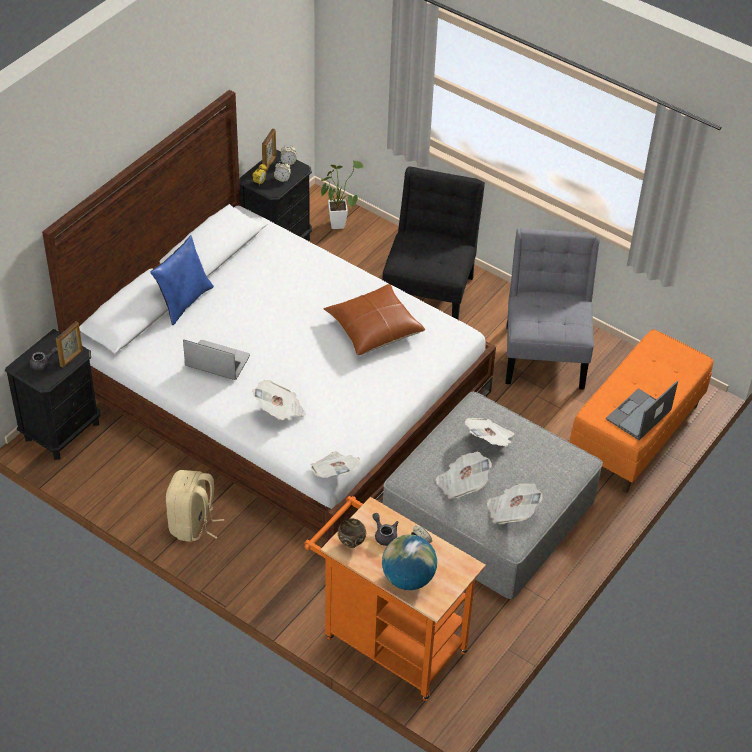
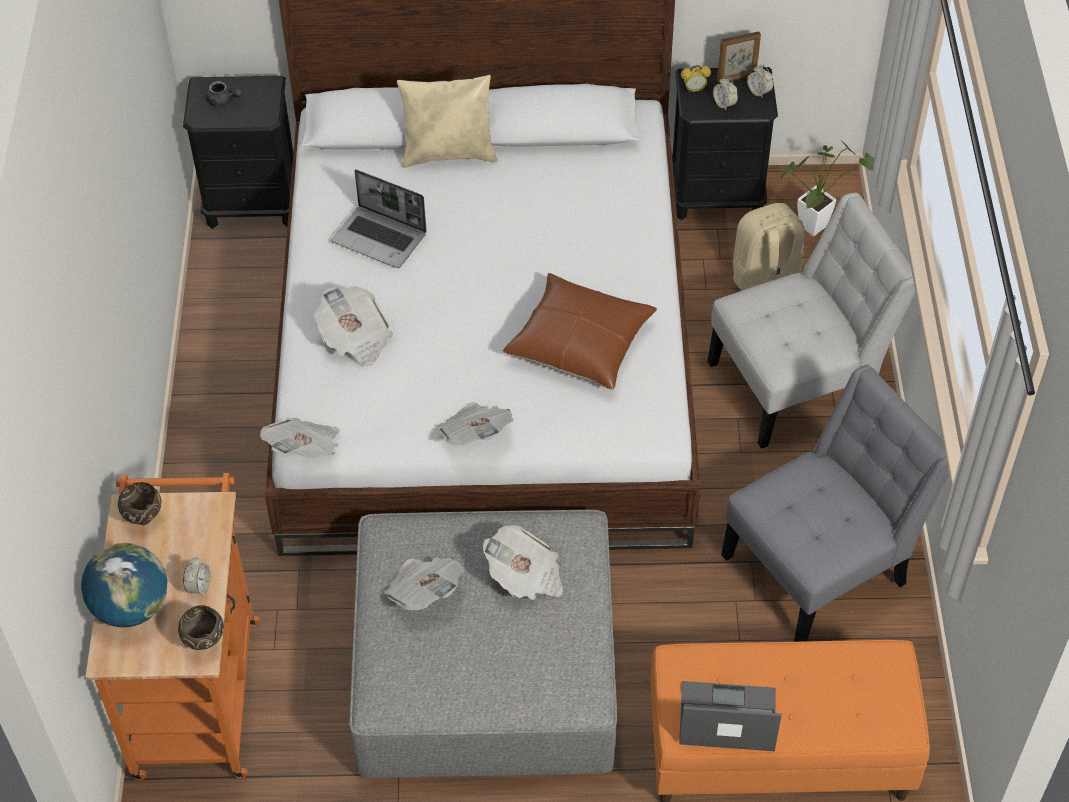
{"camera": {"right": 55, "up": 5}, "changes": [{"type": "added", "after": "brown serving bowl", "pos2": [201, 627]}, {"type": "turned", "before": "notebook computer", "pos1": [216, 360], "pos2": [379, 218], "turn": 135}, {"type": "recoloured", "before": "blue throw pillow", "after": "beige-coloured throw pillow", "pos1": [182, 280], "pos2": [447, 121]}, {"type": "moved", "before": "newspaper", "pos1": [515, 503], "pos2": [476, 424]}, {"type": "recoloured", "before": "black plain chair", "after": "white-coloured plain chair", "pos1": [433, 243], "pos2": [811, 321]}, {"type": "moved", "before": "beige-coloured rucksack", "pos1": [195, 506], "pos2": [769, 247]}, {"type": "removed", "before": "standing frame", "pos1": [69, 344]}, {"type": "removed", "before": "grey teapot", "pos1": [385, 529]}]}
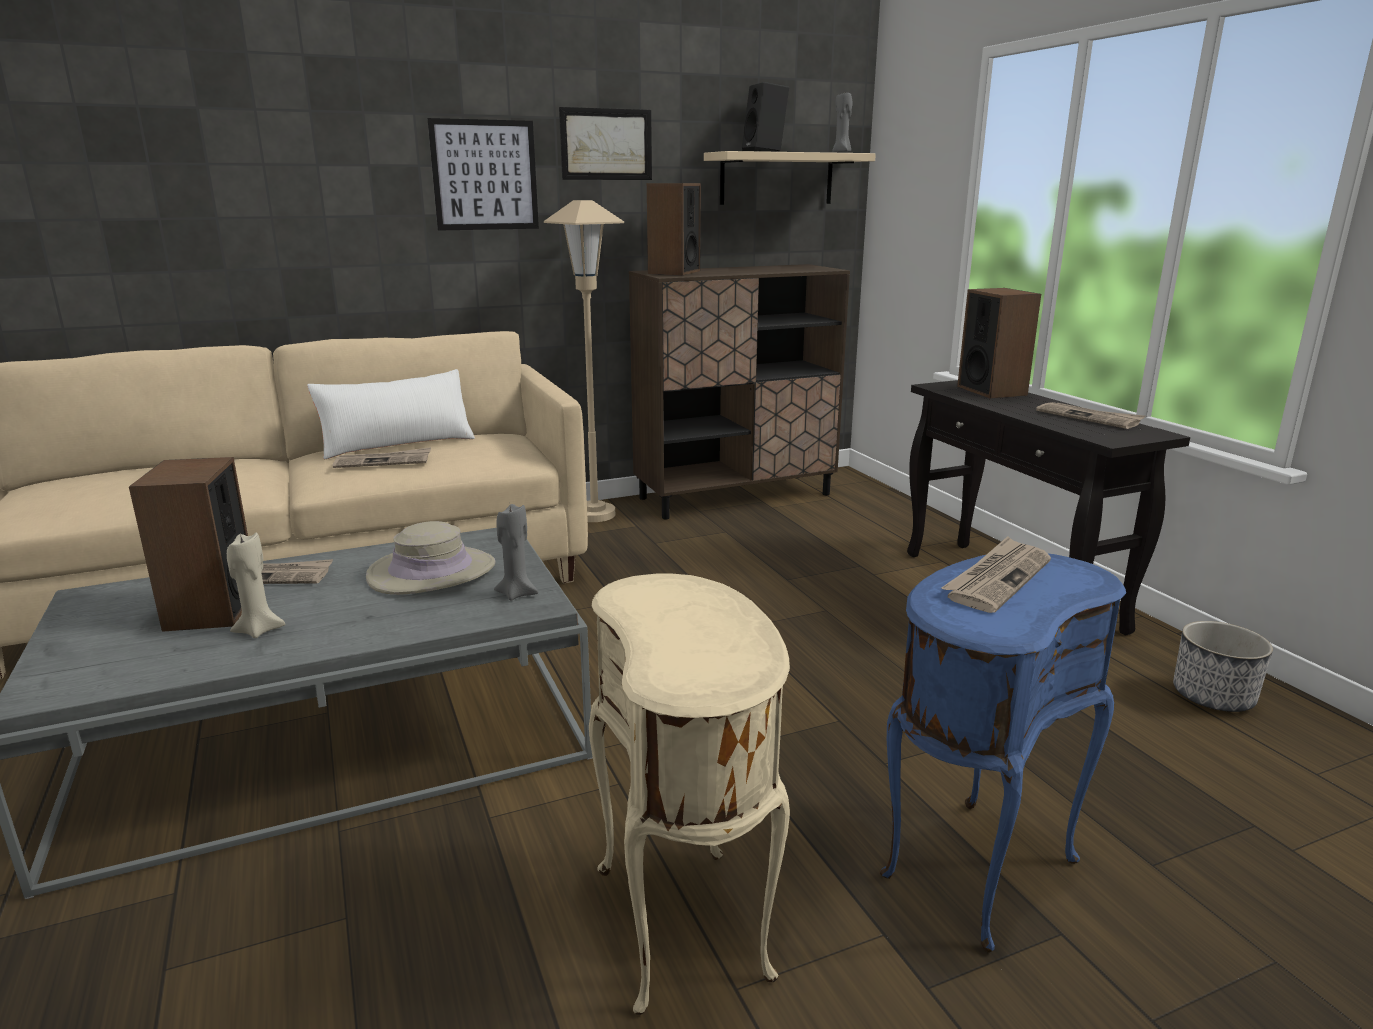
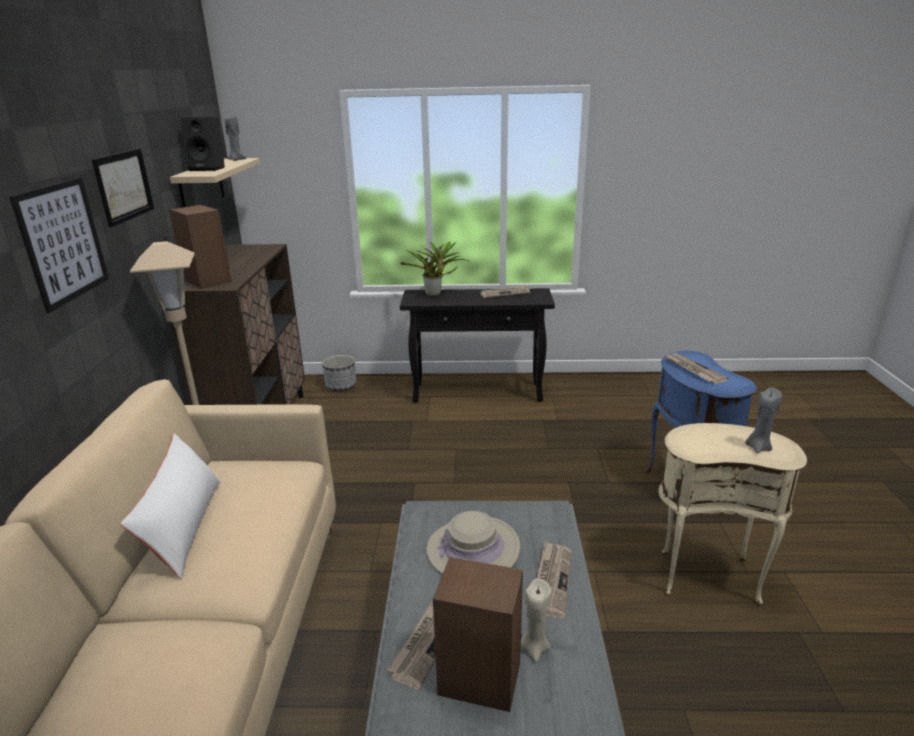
{"camera": {"right": -65, "up": 5}, "changes": [{"type": "moved", "before": "plant pot", "pos1": [1223, 666], "pos2": [339, 373]}, {"type": "replaced", "before": "speaker", "after": "houseplant", "pos1": [999, 343], "pos2": [434, 268]}, {"type": "moved", "before": "newspaper", "pos1": [382, 457], "pos2": [554, 579]}, {"type": "moved", "before": "grey candle", "pos1": [516, 552], "pos2": [763, 420]}]}
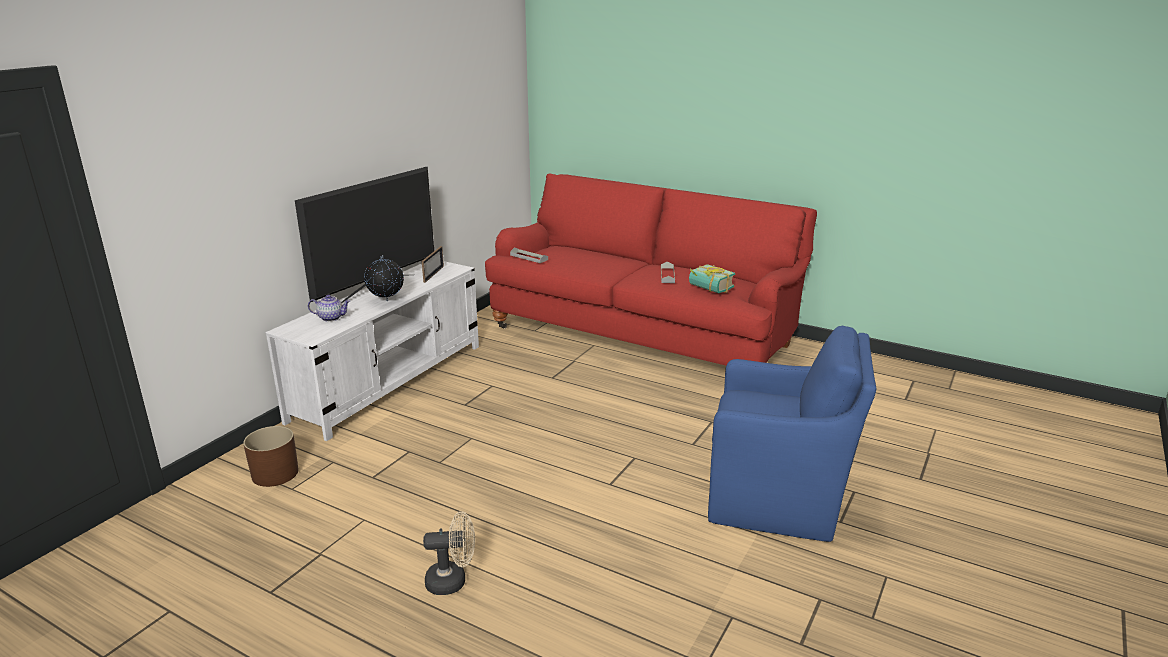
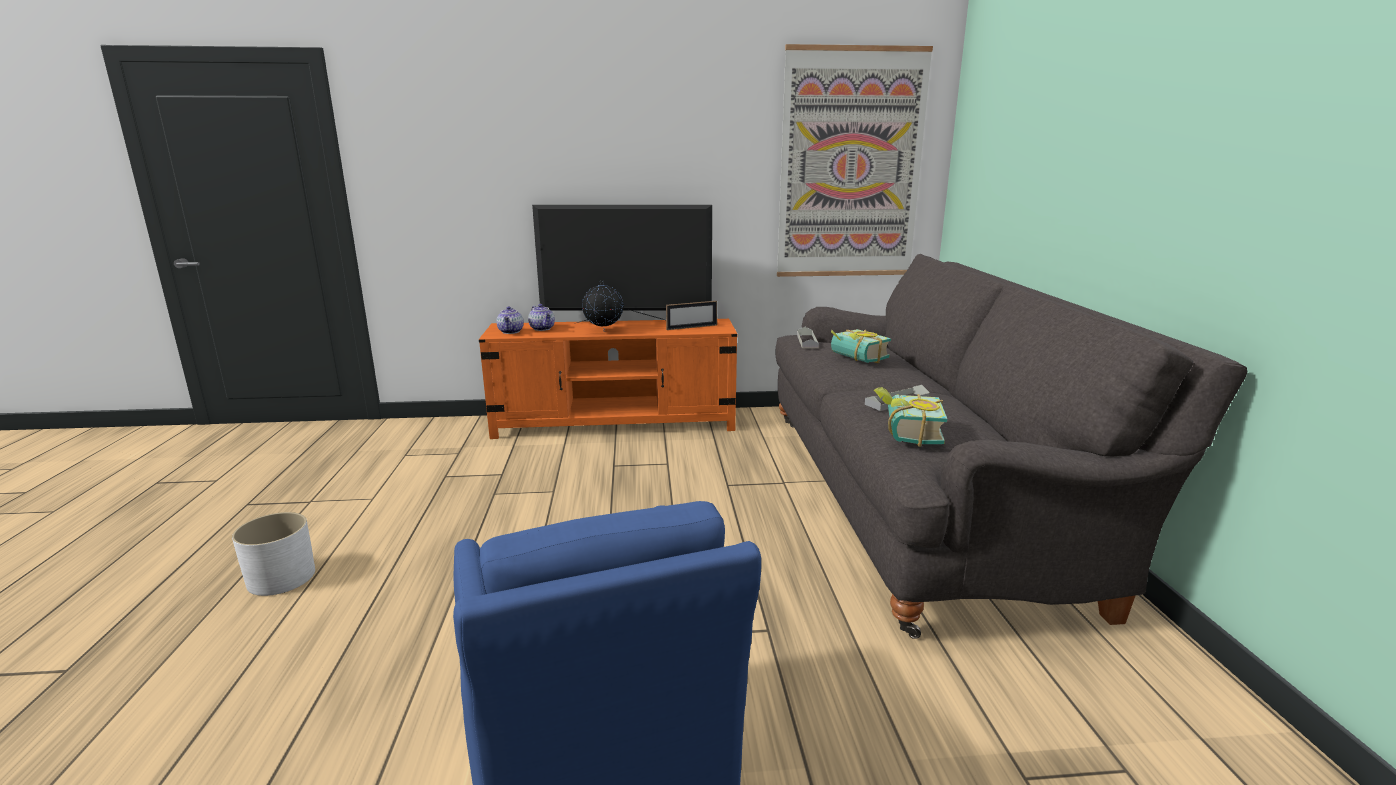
{"camera": {"right": 55, "up": -5}, "changes": [{"type": "replaced", "before": "beige-coloured fan", "after": "white-coloured plant pot", "pos1": [449, 553], "pos2": [273, 554]}, {"type": "recoloured", "before": "white-coloured media console", "after": "orange media console", "pos1": [372, 351], "pos2": [608, 379]}, {"type": "added", "after": "teapot", "pos2": [510, 320]}, {"type": "recoloured", "before": "red-coloured settee", "after": "grey settee", "pos1": [651, 269], "pos2": [1011, 446]}, {"type": "added", "after": "wall picture", "pos2": [855, 160]}, {"type": "added", "after": "bound book", "pos2": [861, 346]}, {"type": "removed", "before": "brown plant pot", "pos1": [270, 456]}]}
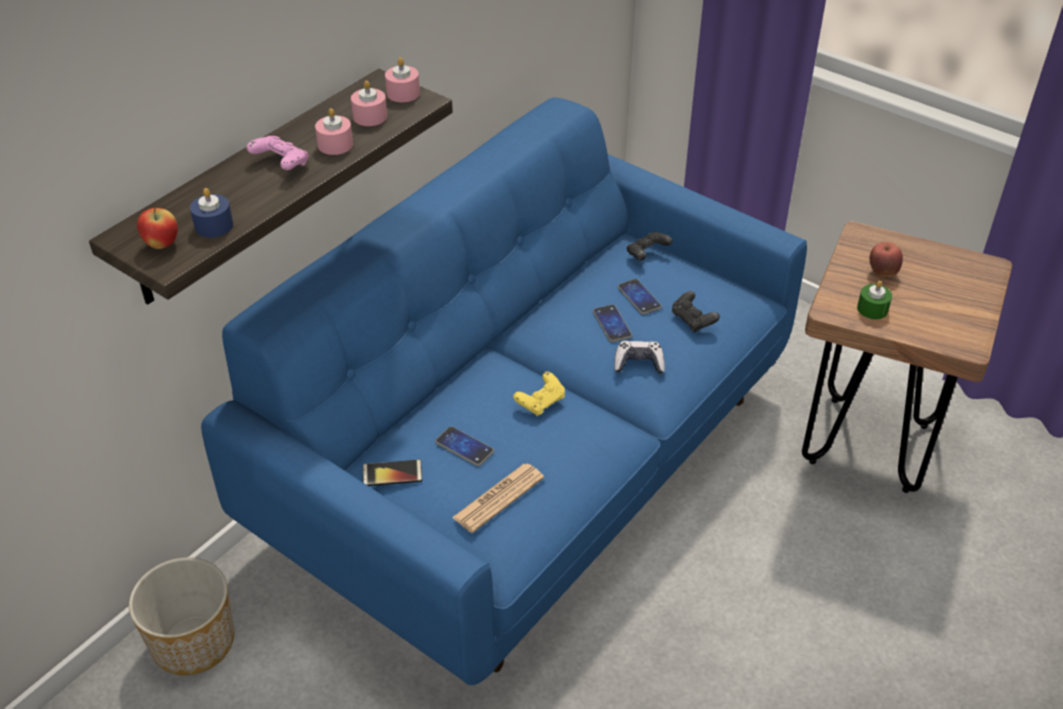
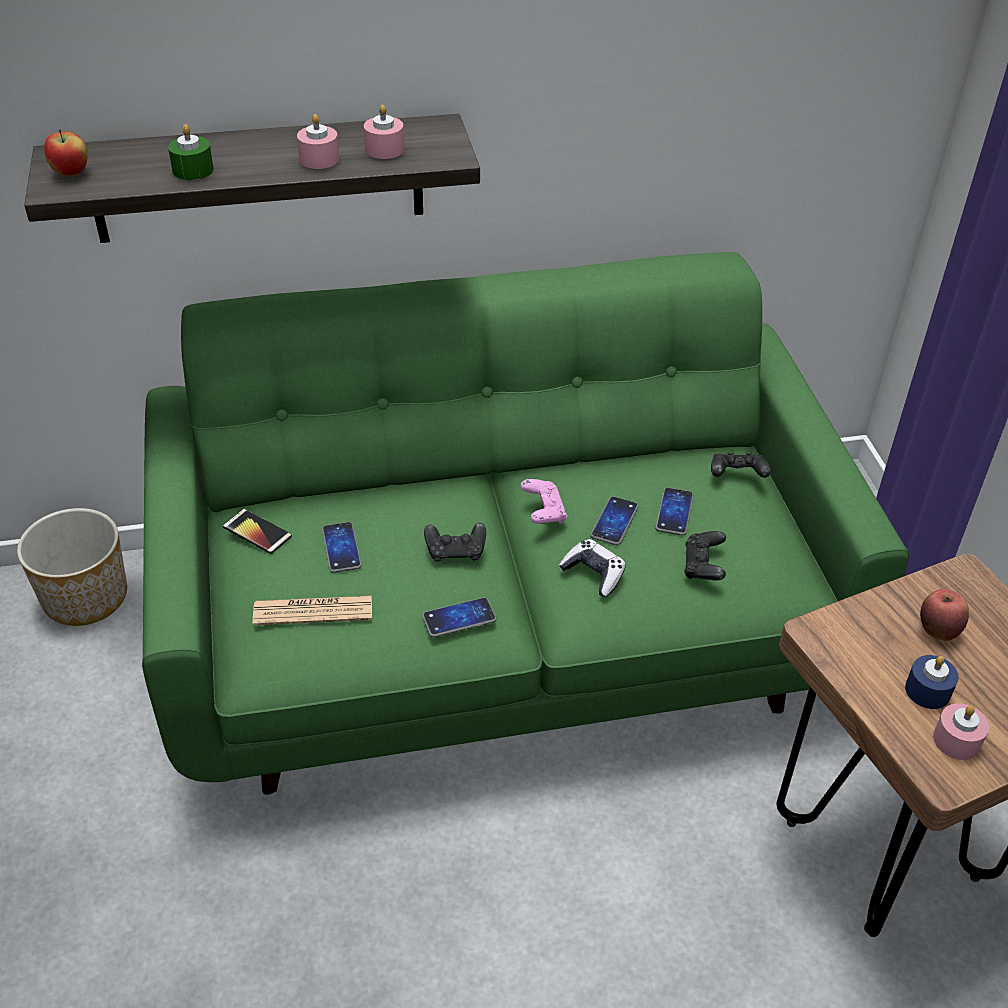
{"camera": {"right": 40, "up": 0}, "changes": [{"type": "recoloured", "before": "blue settee", "after": "green-coloured settee", "pos1": [504, 391], "pos2": [525, 523]}, {"type": "moved", "before": "green-coloured candle", "pos1": [874, 300], "pos2": [191, 152]}, {"type": "added", "after": "handset", "pos2": [459, 617]}, {"type": "recoloured", "before": "yellow joypad", "after": "black joypad", "pos1": [539, 394], "pos2": [455, 542]}, {"type": "moved", "before": "pink joypad", "pos1": [277, 153], "pos2": [544, 501]}, {"type": "moved", "before": "blue candle", "pos1": [211, 213], "pos2": [932, 682]}, {"type": "moved", "before": "pink candle", "pos1": [402, 80], "pos2": [961, 731]}]}
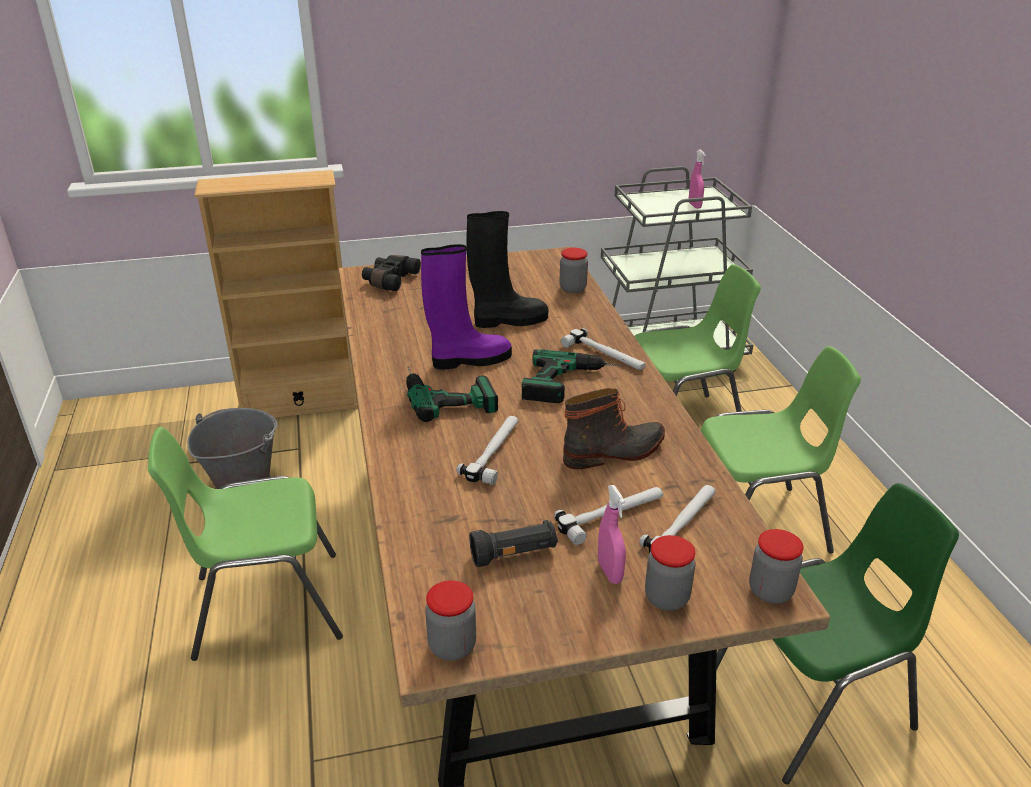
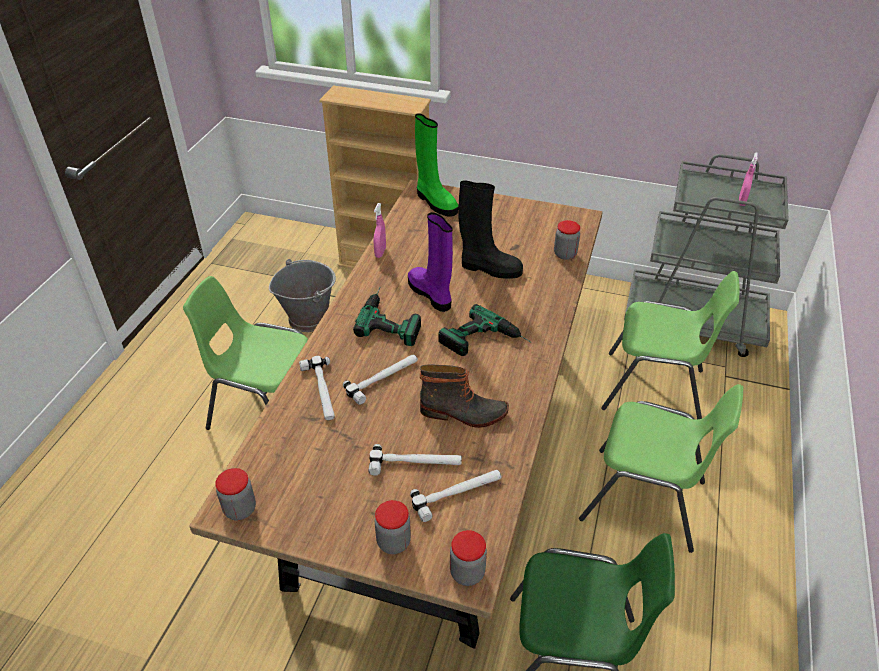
{"camera": {"right": 30, "up": 10}, "changes": [{"type": "moved", "before": "hammer", "pos1": [603, 349], "pos2": [317, 388]}, {"type": "moved", "before": "pink sprayer", "pos1": [612, 534], "pos2": [379, 230]}, {"type": "turned", "before": "purplish tall boot", "pos1": [466, 307], "pos2": [430, 262], "turn": -135}, {"type": "replaced", "before": "black binoculars", "after": "green-coloured tall boot", "pos1": [391, 273], "pos2": [436, 164]}, {"type": "removed", "before": "black torch", "pos1": [513, 543]}]}
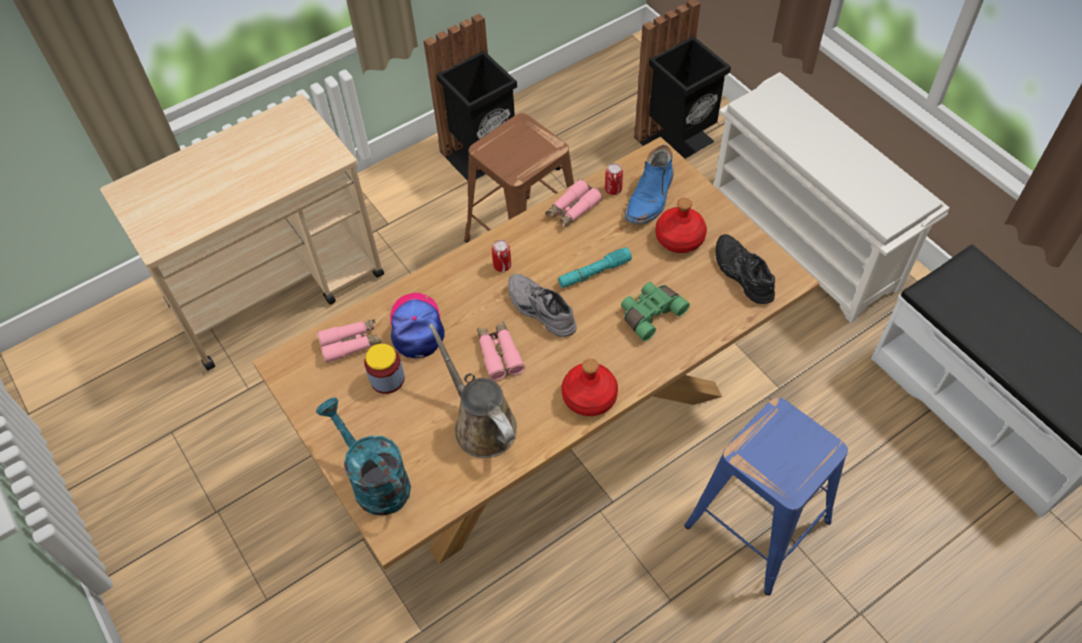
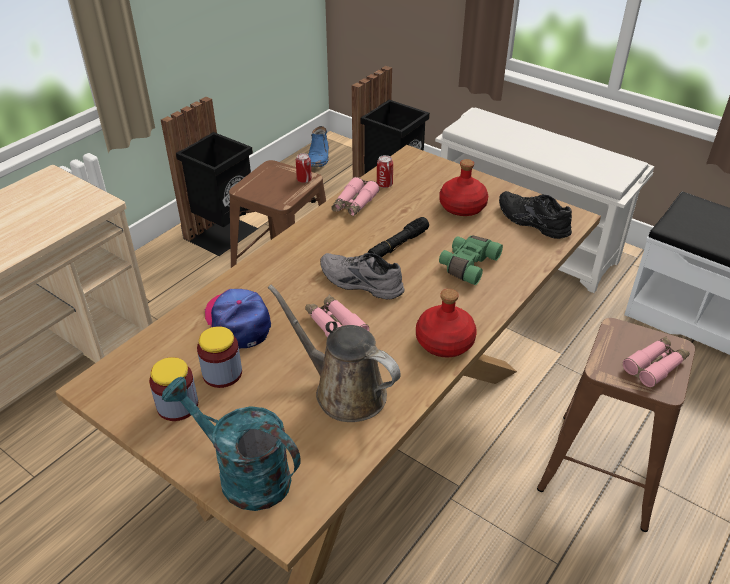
{"camera": {"right": -20, "up": -15}, "changes": [{"type": "added", "after": "storage jar", "pos2": [173, 389]}, {"type": "moved", "before": "sealed can", "pos1": [501, 256], "pos2": [304, 168]}, {"type": "moved", "before": "blue tall boot", "pos1": [649, 185], "pos2": [318, 146]}, {"type": "recoloured", "before": "blue-green torch", "after": "black torch", "pos1": [595, 267], "pos2": [398, 237]}, {"type": "recoloured", "before": "blue stool seat", "after": "brown stool seat", "pos1": [766, 497], "pos2": [616, 425]}, {"type": "moved", "before": "pink binoculars", "pos1": [349, 341], "pos2": [656, 362]}]}
